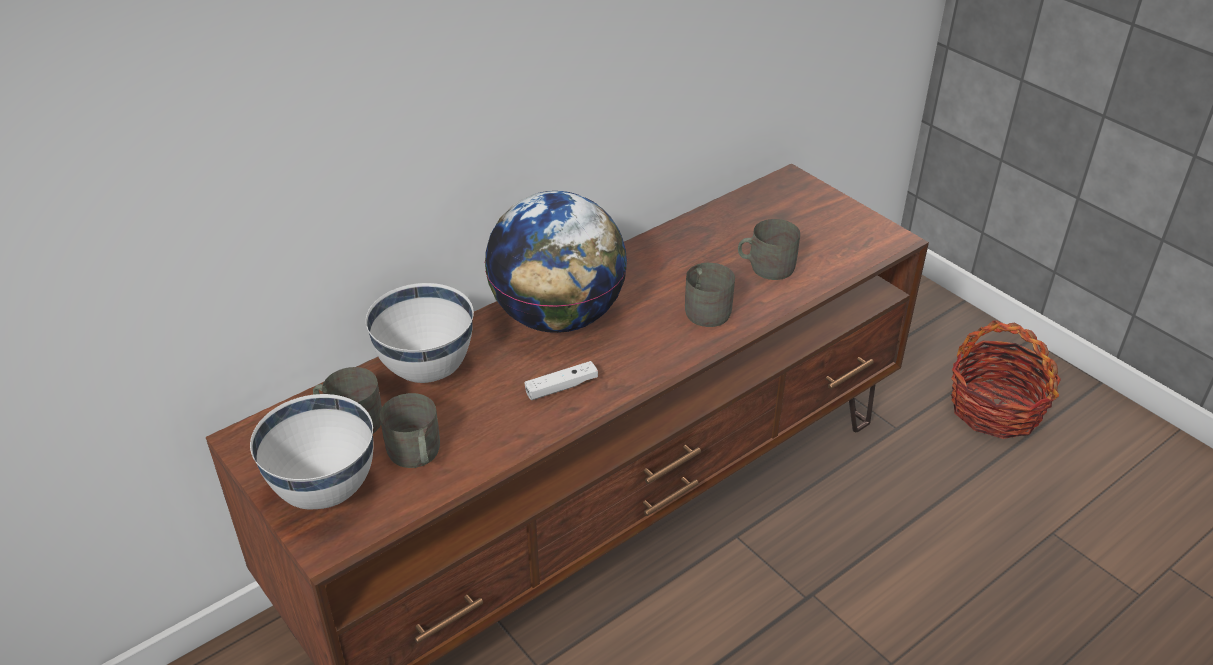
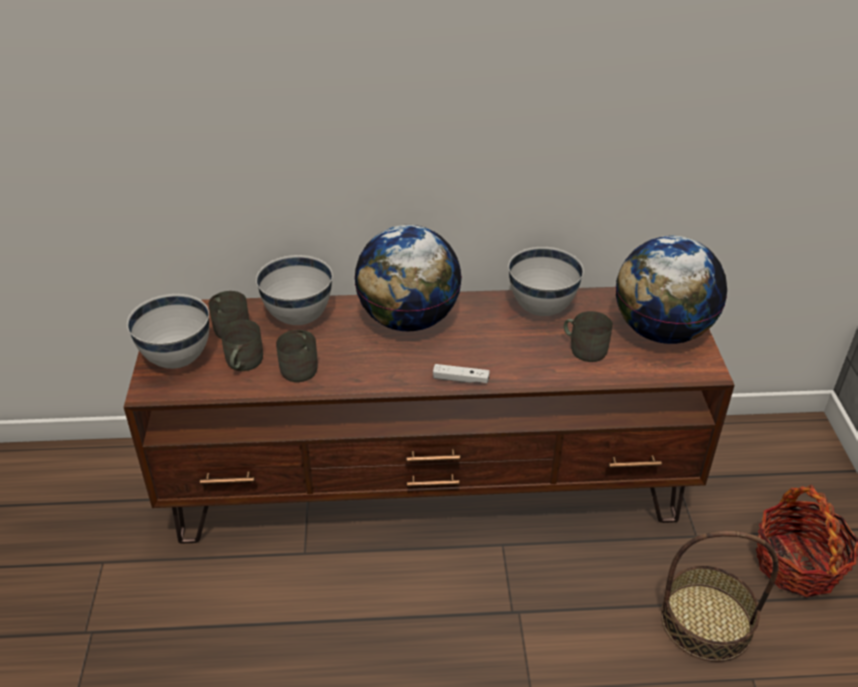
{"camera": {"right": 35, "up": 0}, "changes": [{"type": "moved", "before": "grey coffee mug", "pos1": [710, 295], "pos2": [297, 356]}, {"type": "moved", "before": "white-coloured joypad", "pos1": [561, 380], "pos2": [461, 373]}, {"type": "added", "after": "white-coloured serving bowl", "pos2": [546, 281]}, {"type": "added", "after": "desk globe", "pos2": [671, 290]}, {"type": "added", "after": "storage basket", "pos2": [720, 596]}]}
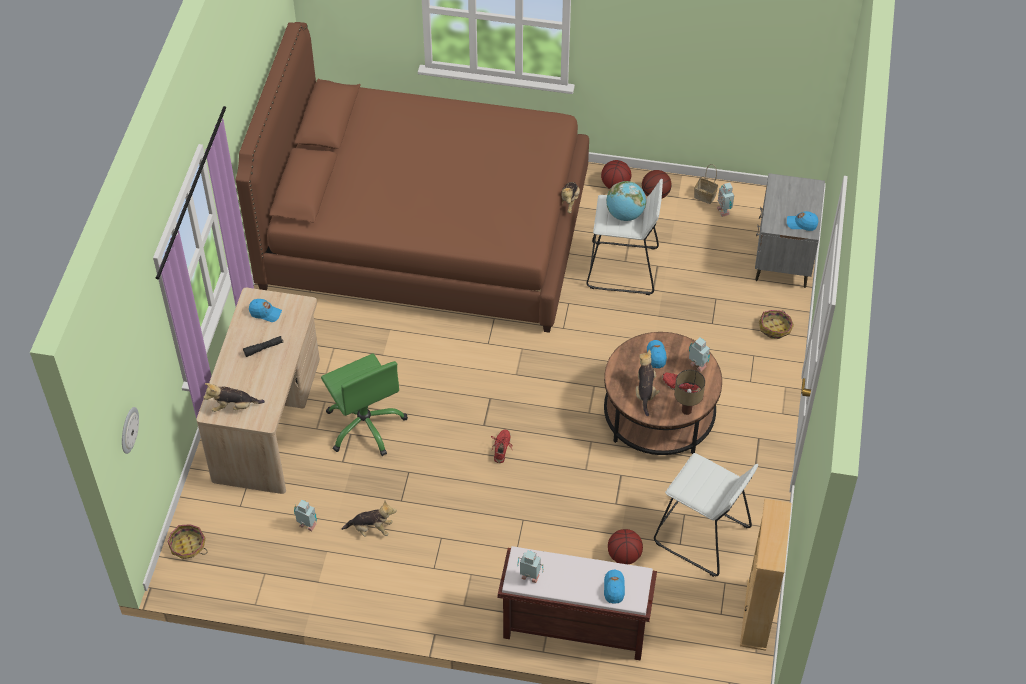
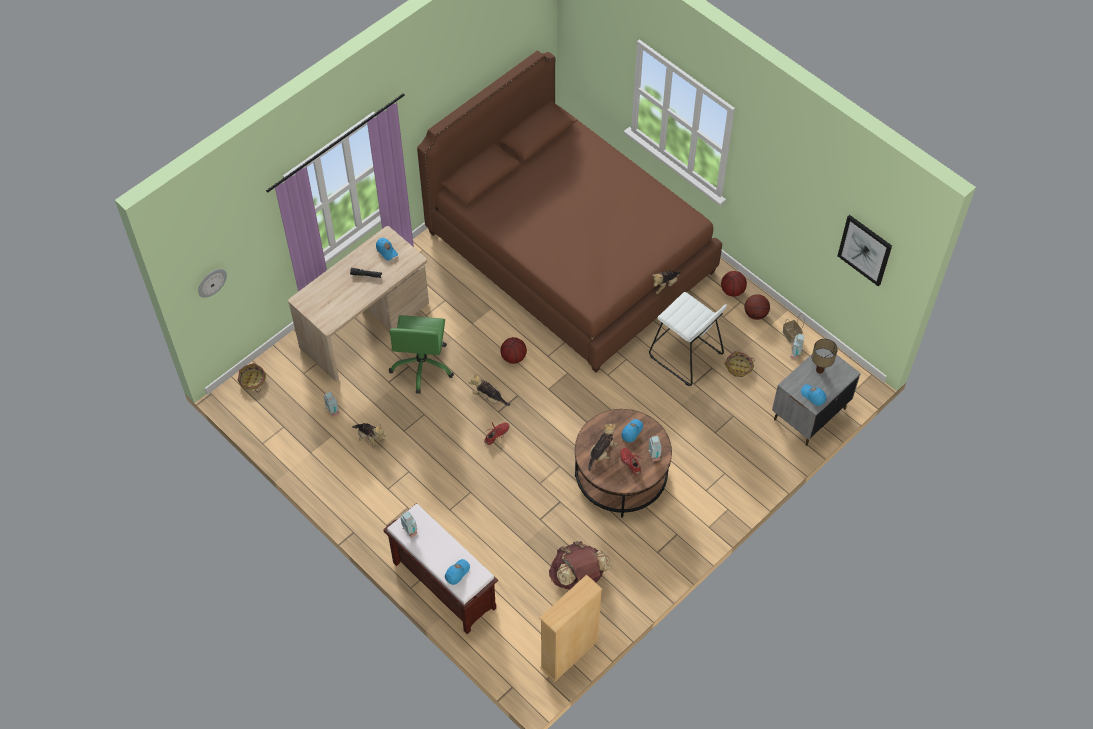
{"camera": {"right": 35, "up": 5}, "changes": [{"type": "moved", "before": "soft toy", "pos1": [234, 397], "pos2": [489, 389]}, {"type": "moved", "before": "basketball ball", "pos1": [625, 546], "pos2": [513, 350]}, {"type": "replaced", "before": "white-coloured stool seat", "after": "brown rucksack", "pos1": [706, 515], "pos2": [580, 565]}, {"type": "moved", "before": "storage basket", "pos1": [776, 324], "pos2": [739, 364]}, {"type": "moved", "before": "tabletop lamp", "pos1": [689, 392], "pos2": [825, 356]}, {"type": "added", "after": "wall picture", "pos2": [865, 251]}, {"type": "removed", "before": "desk globe", "pos1": [626, 201]}]}
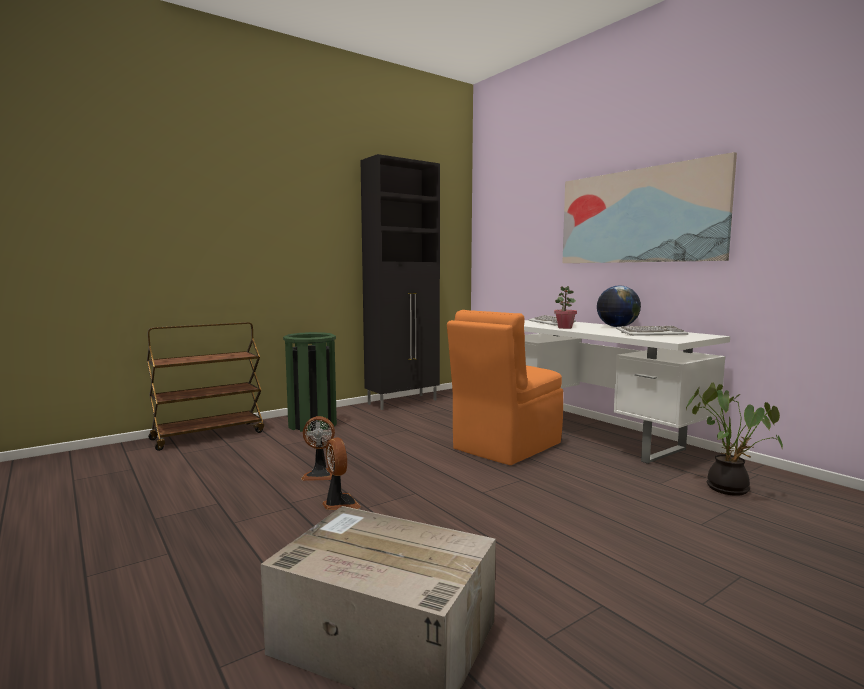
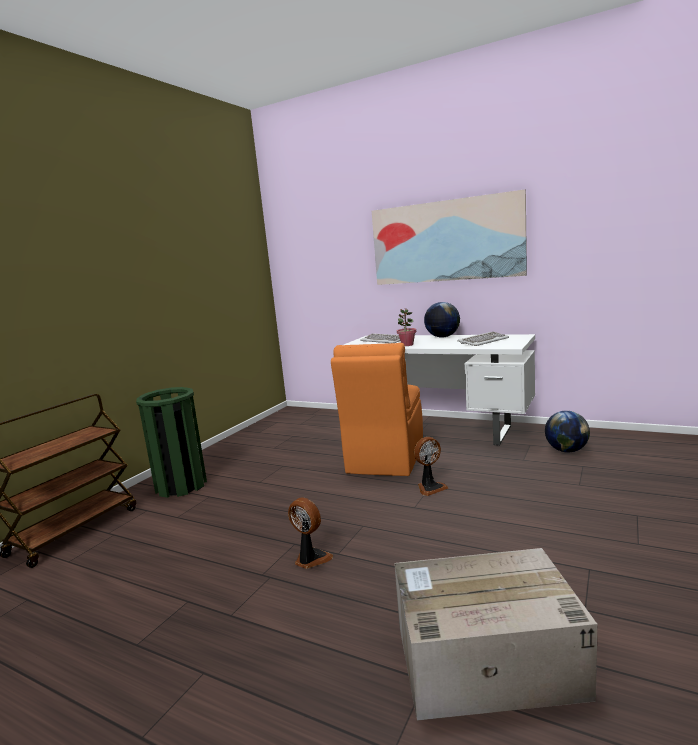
{"camera": {"right": -25, "up": 5}, "changes": [{"type": "moved", "before": "fan", "pos1": [318, 448], "pos2": [431, 466]}, {"type": "replaced", "before": "houseplant", "after": "desk globe", "pos1": [734, 439], "pos2": [567, 432]}, {"type": "removed", "before": "black storage cabinet", "pos1": [400, 282]}]}
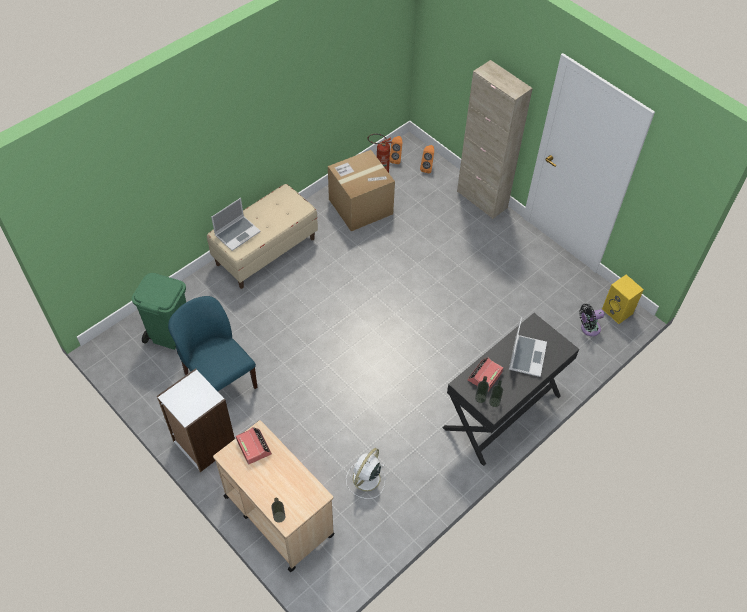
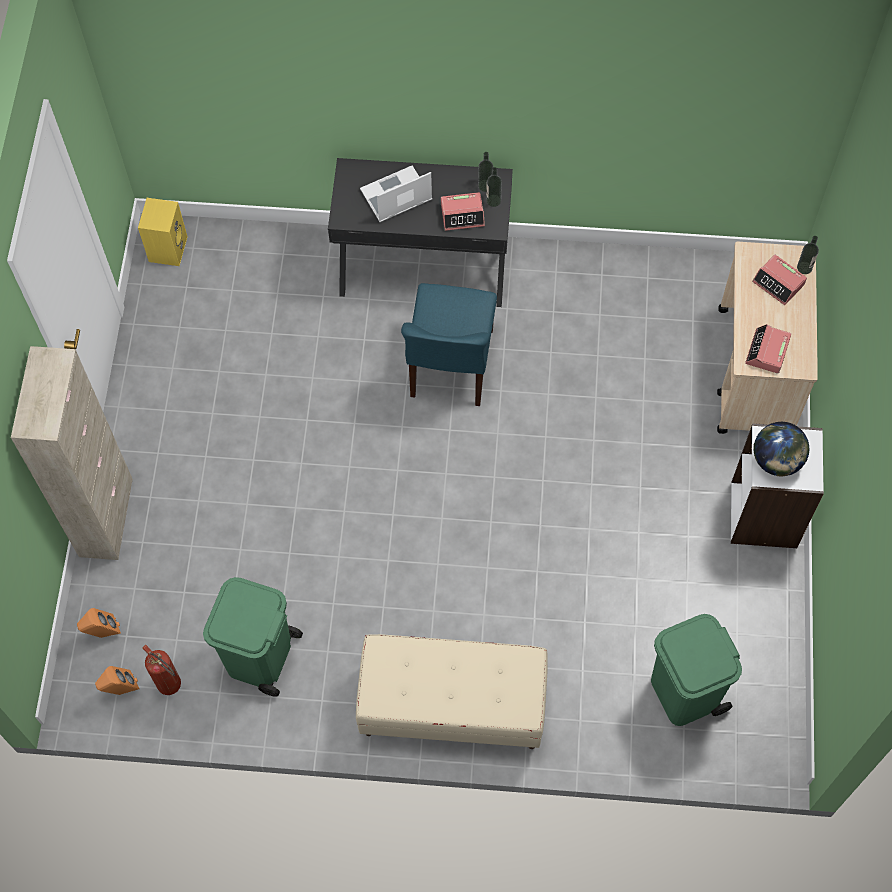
{"camera": {"right": -130, "up": 10}, "changes": [{"type": "replaced", "before": "cardboard box", "after": "green-coloured rubbish bin", "pos1": [361, 190], "pos2": [253, 637]}, {"type": "moved", "before": "blue plain chair", "pos1": [213, 343], "pos2": [449, 344]}, {"type": "added", "after": "alarm clock", "pos2": [779, 280]}, {"type": "added", "after": "desk globe", "pos2": [781, 449]}, {"type": "removed", "before": "notebook computer", "pos1": [236, 224]}, {"type": "removed", "before": "white-coloured fan", "pos1": [365, 473]}, {"type": "removed", "before": "black fan", "pos1": [591, 320]}]}
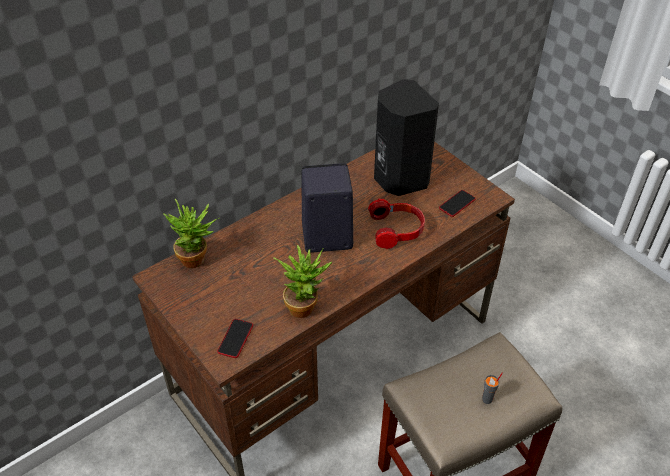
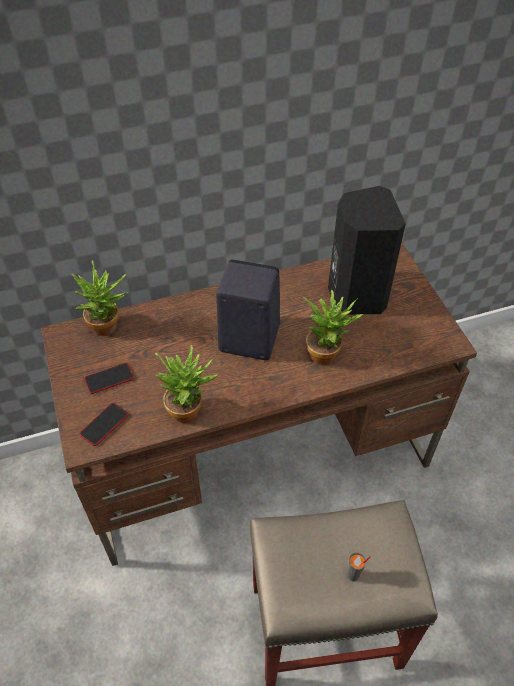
{"camera": {"right": 20, "up": 5}, "changes": [{"type": "moved", "before": "handset", "pos1": [457, 203], "pos2": [109, 378]}, {"type": "replaced", "before": "headset", "after": "houseplant", "pos1": [396, 224], "pos2": [333, 327]}]}
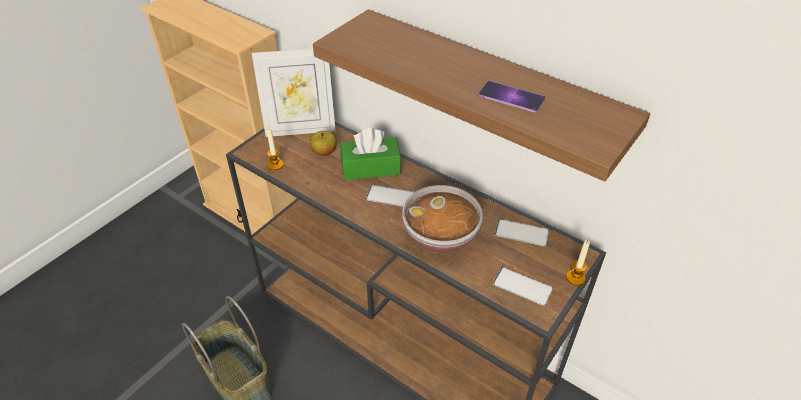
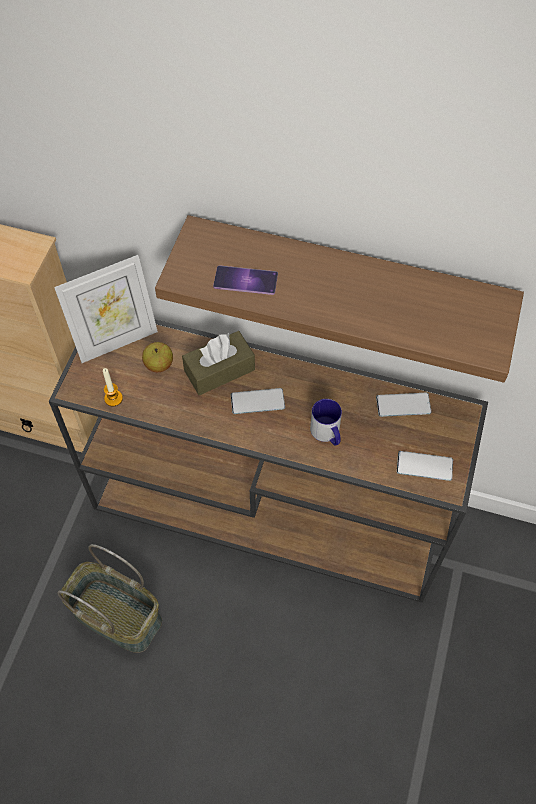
{"camera": {"right": -20, "up": 15}, "changes": [{"type": "recoloured", "before": "green-coloured tissue holder", "after": "brown tissue holder", "pos1": [370, 154], "pos2": [218, 363]}, {"type": "moved", "before": "handset", "pos1": [511, 97], "pos2": [245, 280]}, {"type": "replaced", "before": "serving bowl", "after": "coffee mug", "pos1": [442, 219], "pos2": [326, 422]}, {"type": "removed", "before": "candle", "pos1": [578, 263]}]}
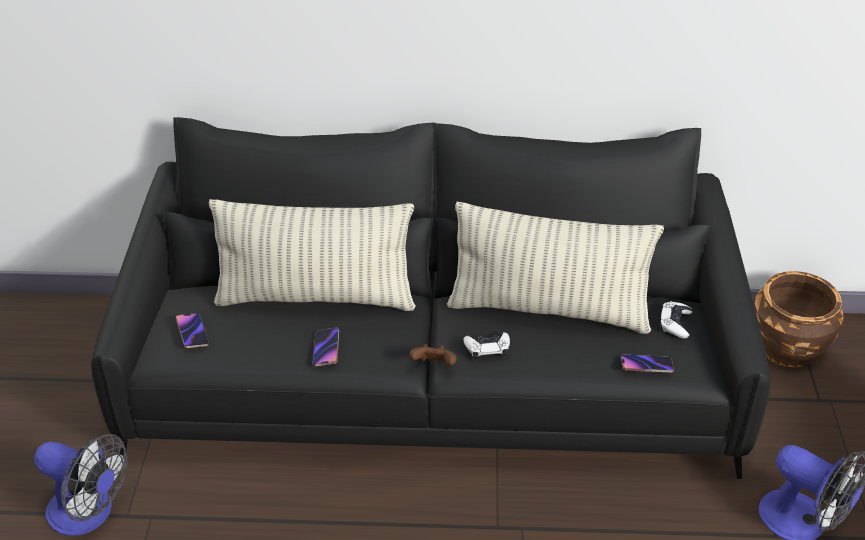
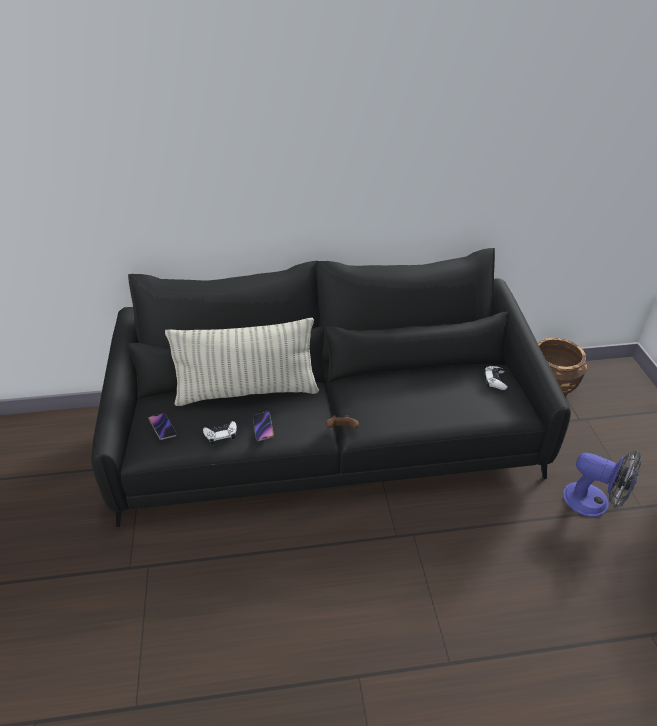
{"camera": {"right": -10, "up": 0}, "changes": [{"type": "moved", "before": "white-coloured joypad", "pos1": [487, 345], "pos2": [220, 432]}, {"type": "removed", "before": "fan", "pos1": [81, 485]}, {"type": "removed", "before": "throw pillow", "pos1": [555, 268]}, {"type": "removed", "before": "handset", "pos1": [647, 363]}]}
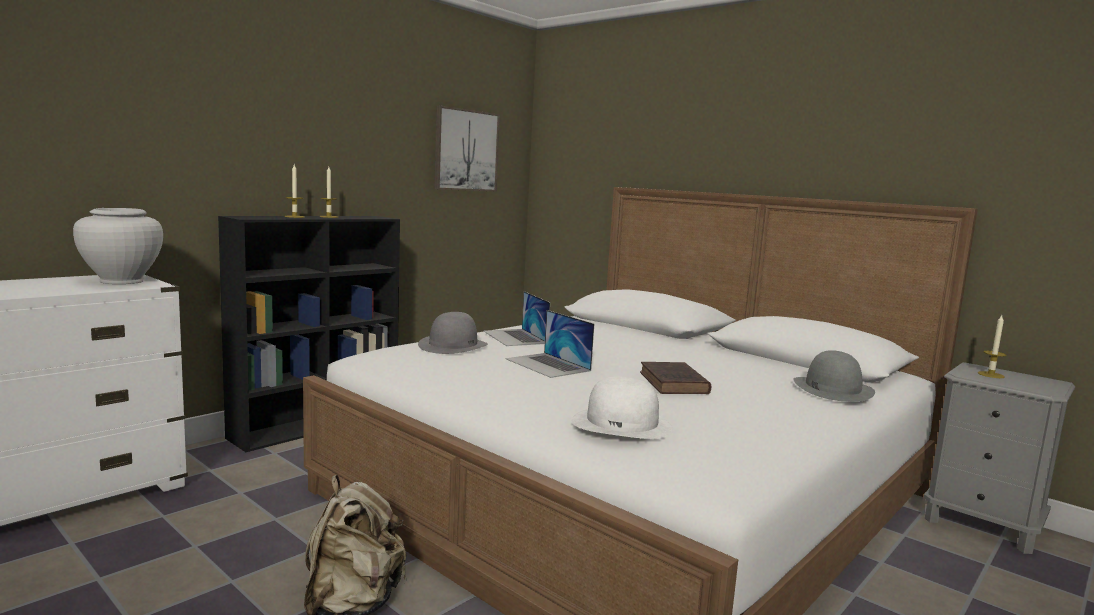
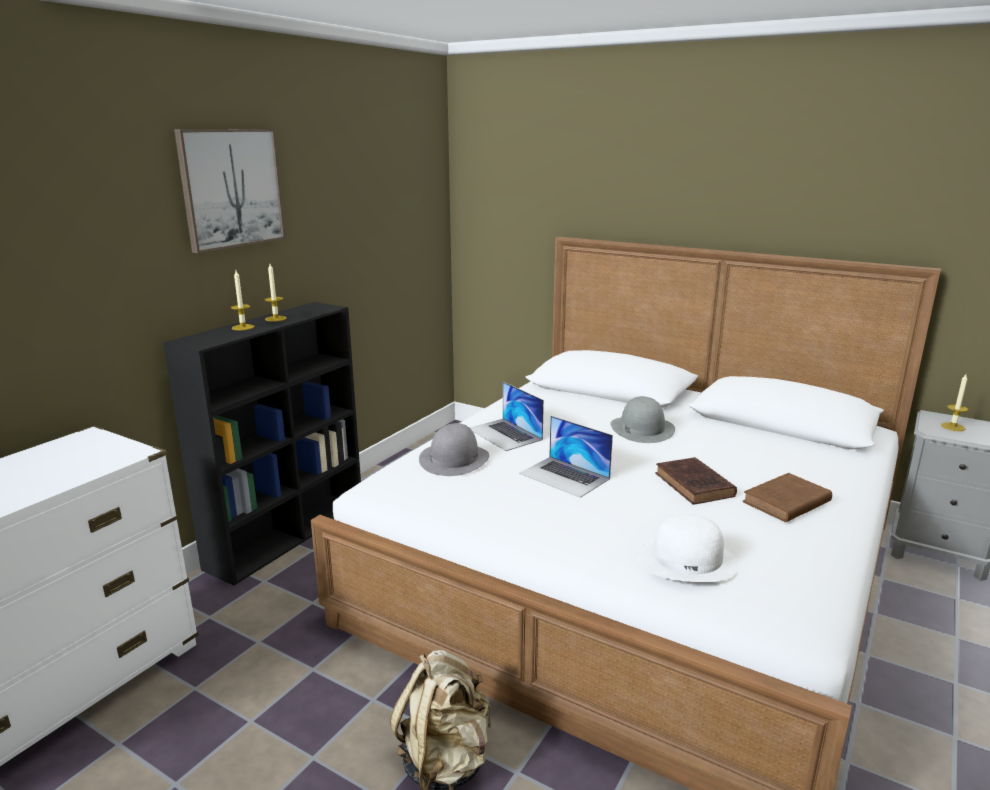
{"camera": {"right": -10, "up": 10}, "changes": [{"type": "moved", "before": "wall picture", "pos1": [467, 148], "pos2": [230, 191]}, {"type": "moved", "before": "grey clothing hat", "pos1": [834, 376], "pos2": [642, 419]}, {"type": "added", "after": "brown bound book", "pos2": [787, 497]}, {"type": "removed", "before": "white-coloured decorative vase", "pos1": [118, 246]}]}
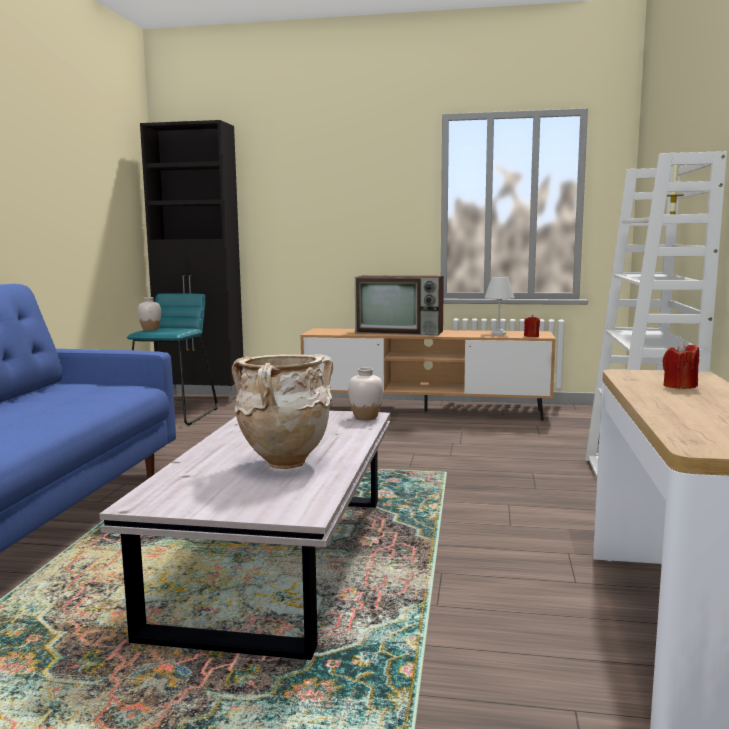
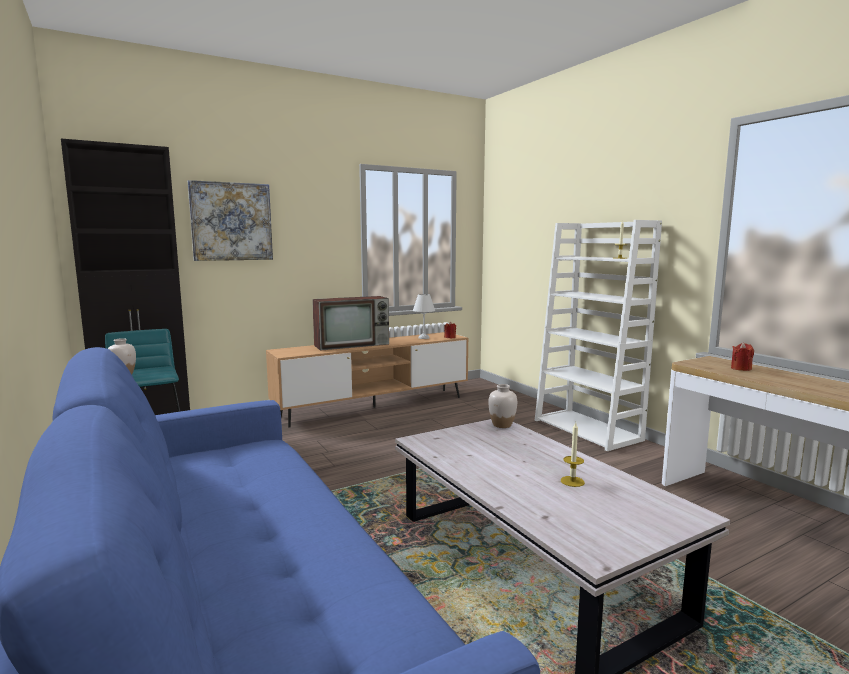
{"camera": {"right": -40, "up": 0}, "changes": [{"type": "added", "after": "wall picture", "pos2": [230, 220]}, {"type": "replaced", "before": "beige-coloured decorative vase", "after": "candle", "pos1": [282, 411], "pos2": [573, 454]}]}
